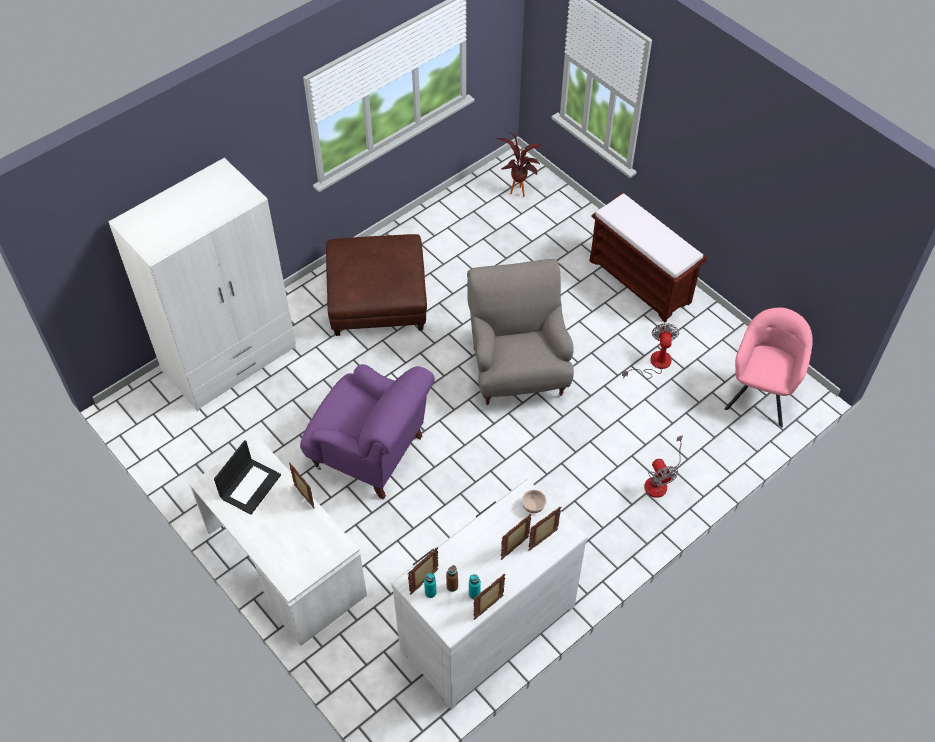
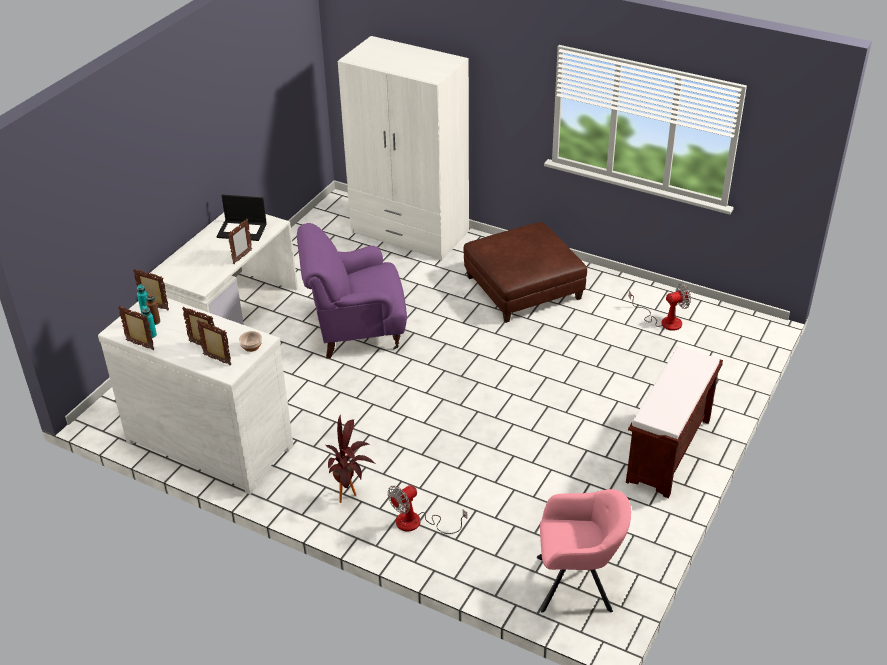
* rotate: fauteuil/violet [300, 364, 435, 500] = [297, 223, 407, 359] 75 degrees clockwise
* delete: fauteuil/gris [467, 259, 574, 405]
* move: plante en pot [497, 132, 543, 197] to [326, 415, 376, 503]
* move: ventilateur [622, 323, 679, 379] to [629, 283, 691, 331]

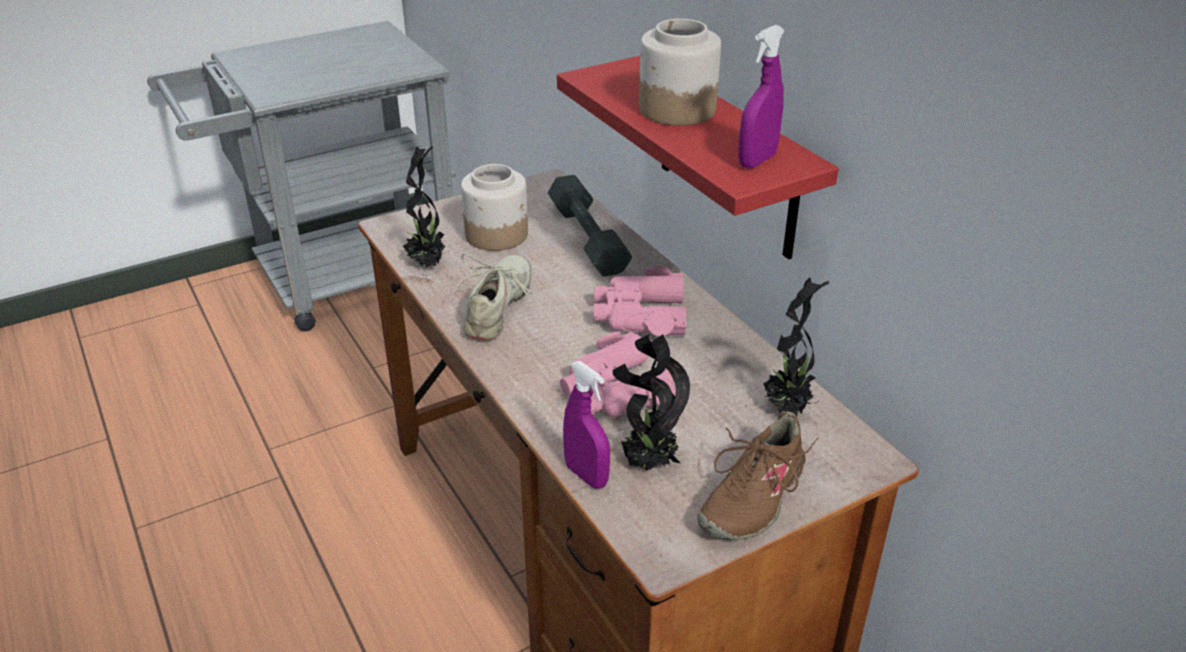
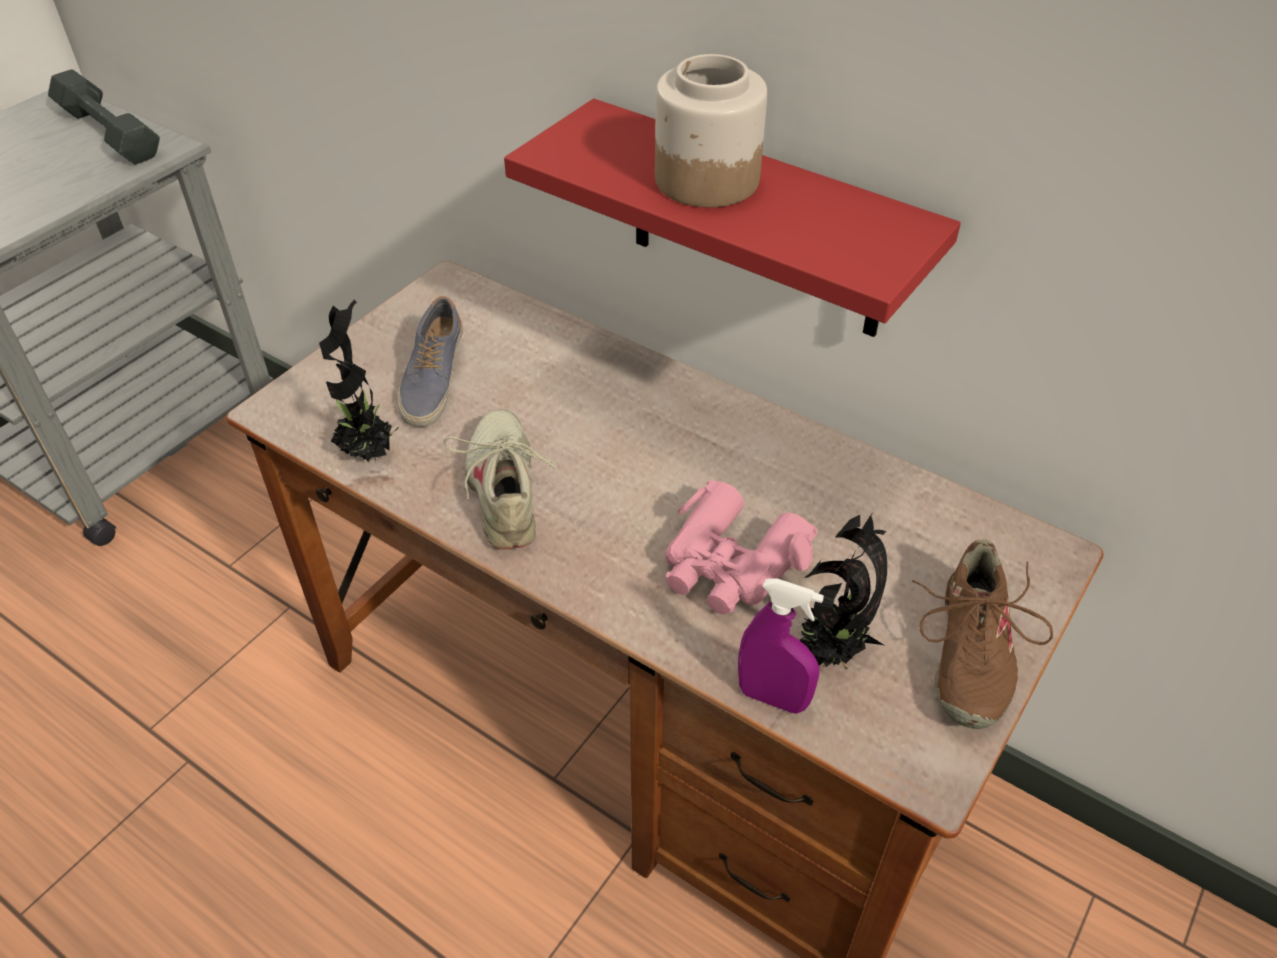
* replace: bocal [461, 164, 528, 251] to chaussure [398, 296, 463, 427]
* move: haltère/gris [548, 175, 632, 277] to [48, 69, 160, 165]
* delete: jumelles/rose [593, 265, 687, 336]
* delete: vaporisateur/violet [738, 25, 785, 168]
* delete: plante en pot [763, 278, 829, 417]

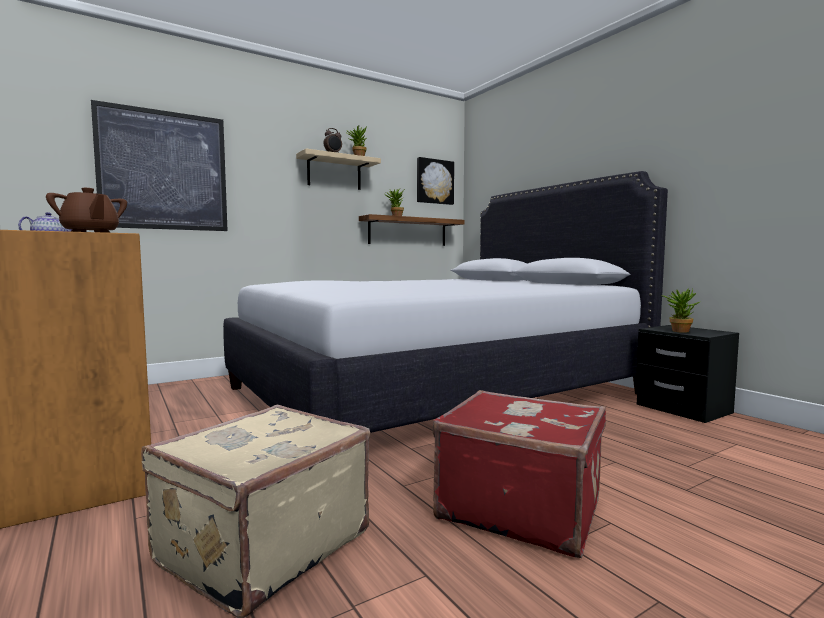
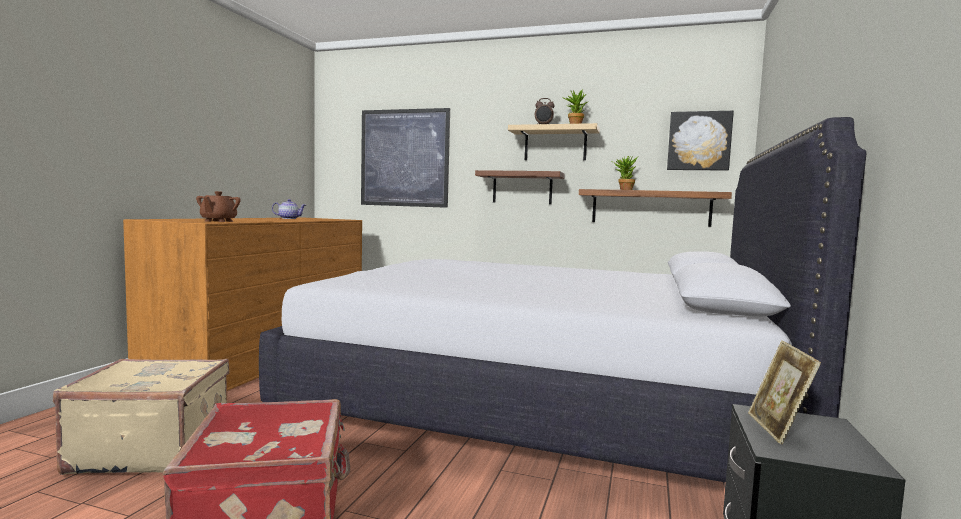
* replace: plante en pot [661, 289, 699, 333] to cadre photo [748, 340, 821, 444]
* insert: étagère/marron [475, 170, 565, 204]

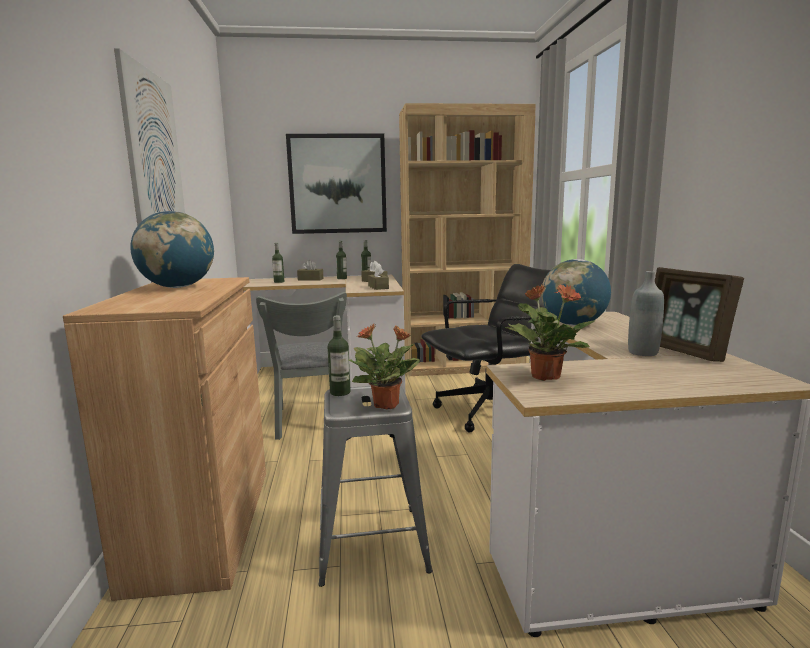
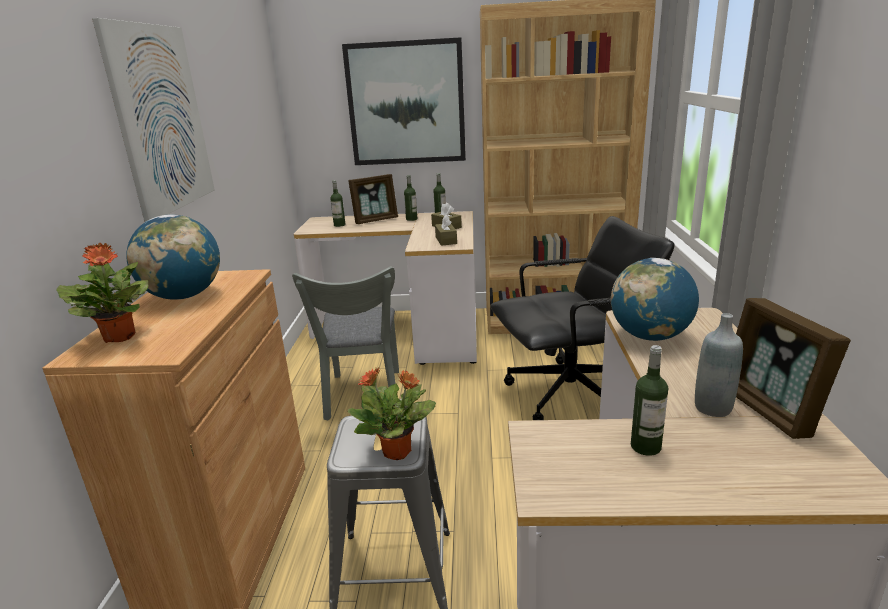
* replace: boîte à mouchoirs/marron [297, 260, 324, 280] to cadre photo [348, 174, 398, 224]
* move: bouteille [328, 316, 351, 396] to [631, 345, 668, 456]
* move: plante en pot [505, 284, 596, 381] to [56, 243, 149, 343]

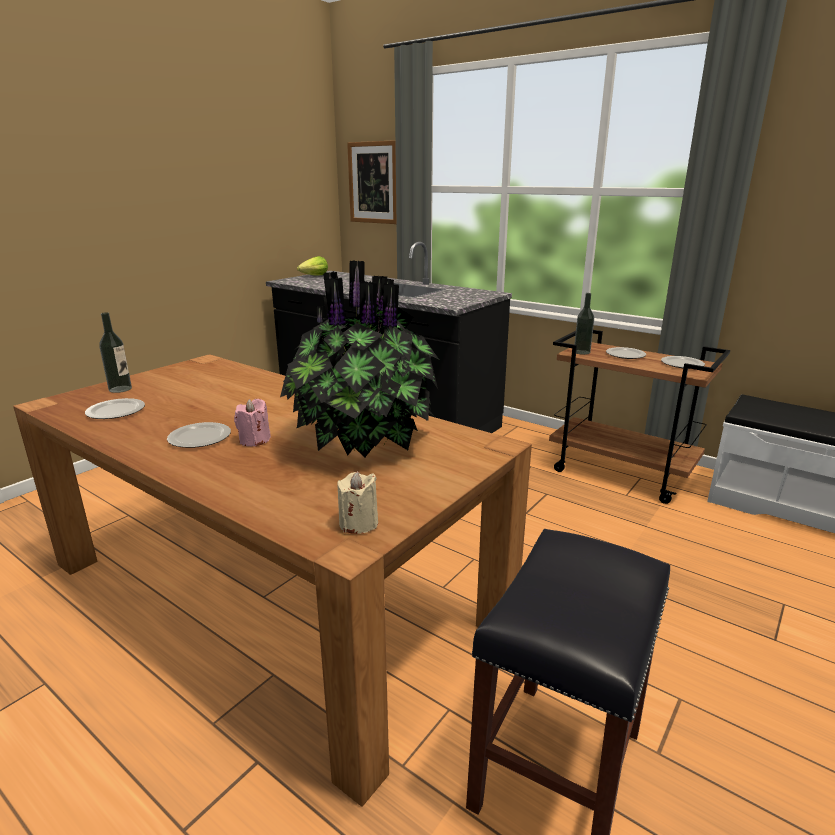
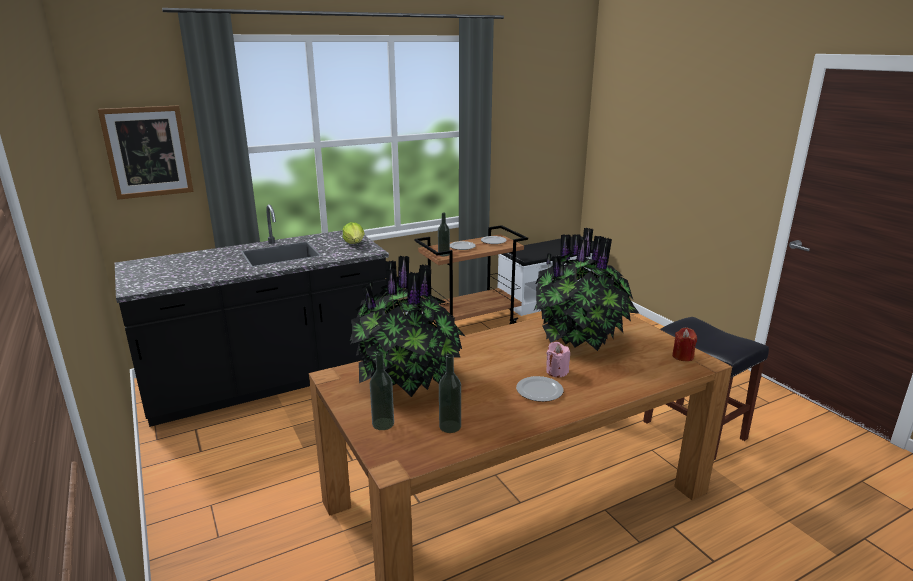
* replace: assiette [85, 398, 145, 419] to bouteille [439, 354, 461, 433]
* move: laitue [297, 256, 328, 276] to [343, 222, 364, 244]
* recolor: bougie/beige [337, 471, 378, 534] to bougie/rouge [672, 328, 697, 361]
* insert: plante en pot [350, 256, 466, 397]

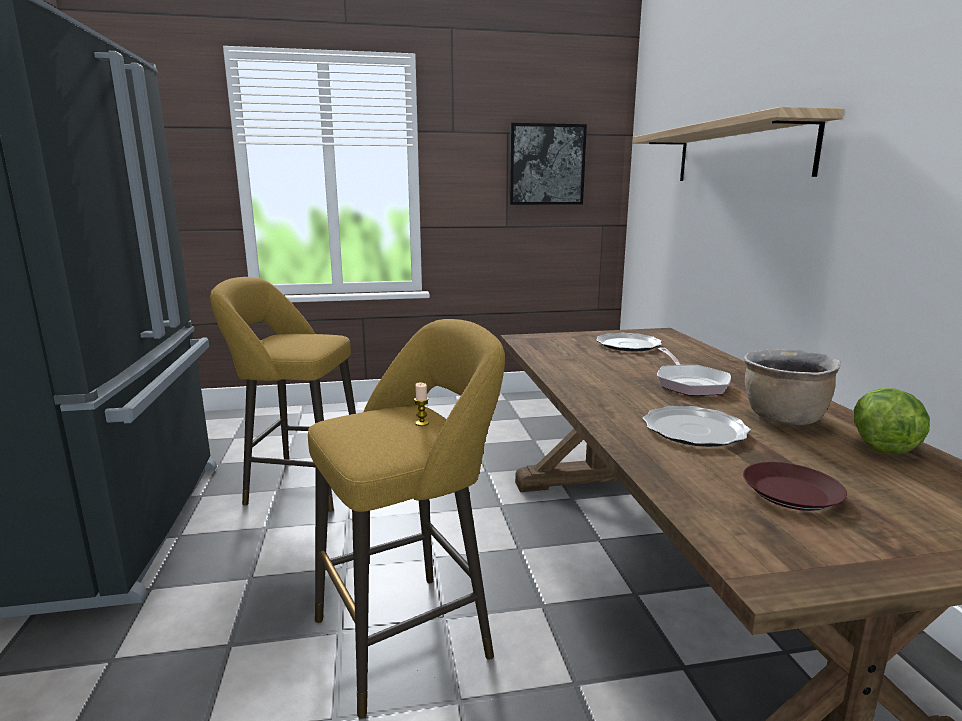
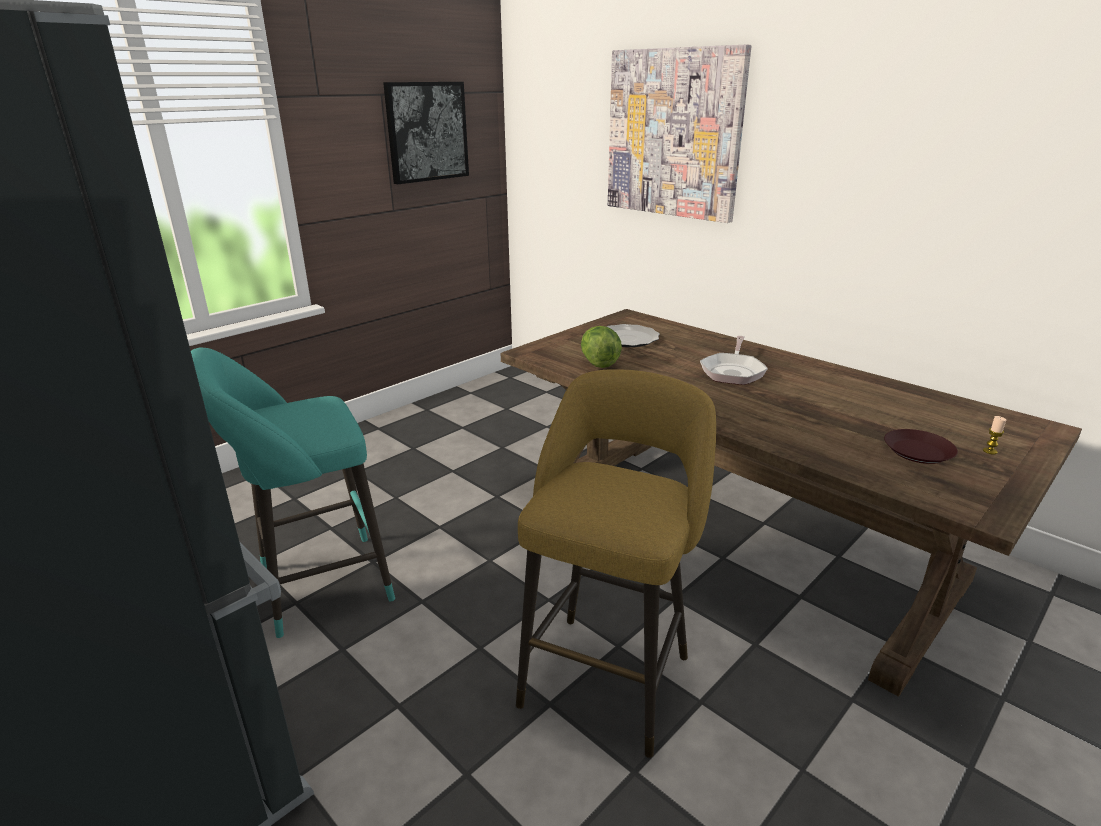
* recolor: tabouret/jaune [210, 277, 356, 512] to tabouret/turquoise [191, 347, 395, 638]
* move: bougie [414, 383, 429, 426] to [983, 416, 1006, 454]
* replace: étagère [633, 107, 844, 181] to tableau [608, 45, 751, 223]
* delete: assiette [643, 406, 751, 447]
* rotate: poêle [657, 347, 731, 396] = [700, 336, 768, 385] 60 degrees clockwise
* delete: marmite/marron [744, 349, 841, 425]
* move: laitue [853, 388, 930, 454] to [581, 326, 622, 368]

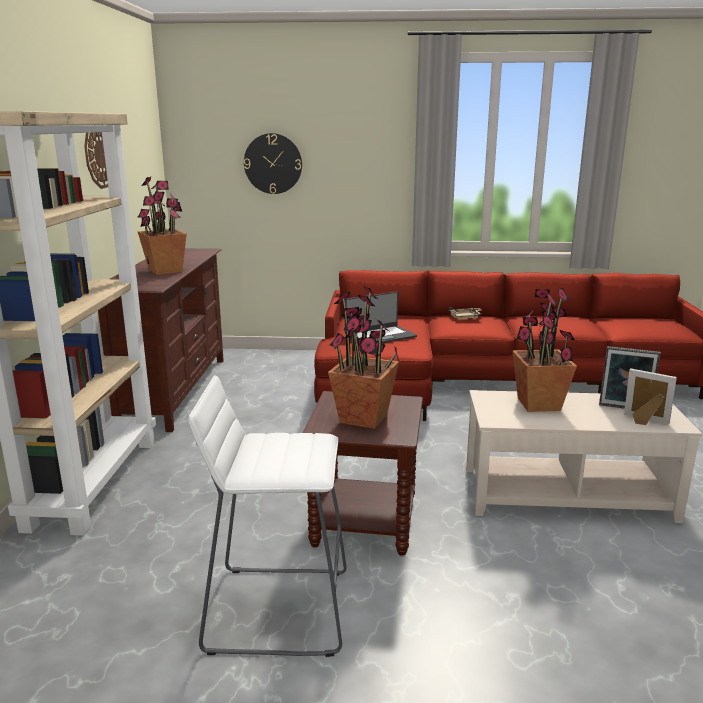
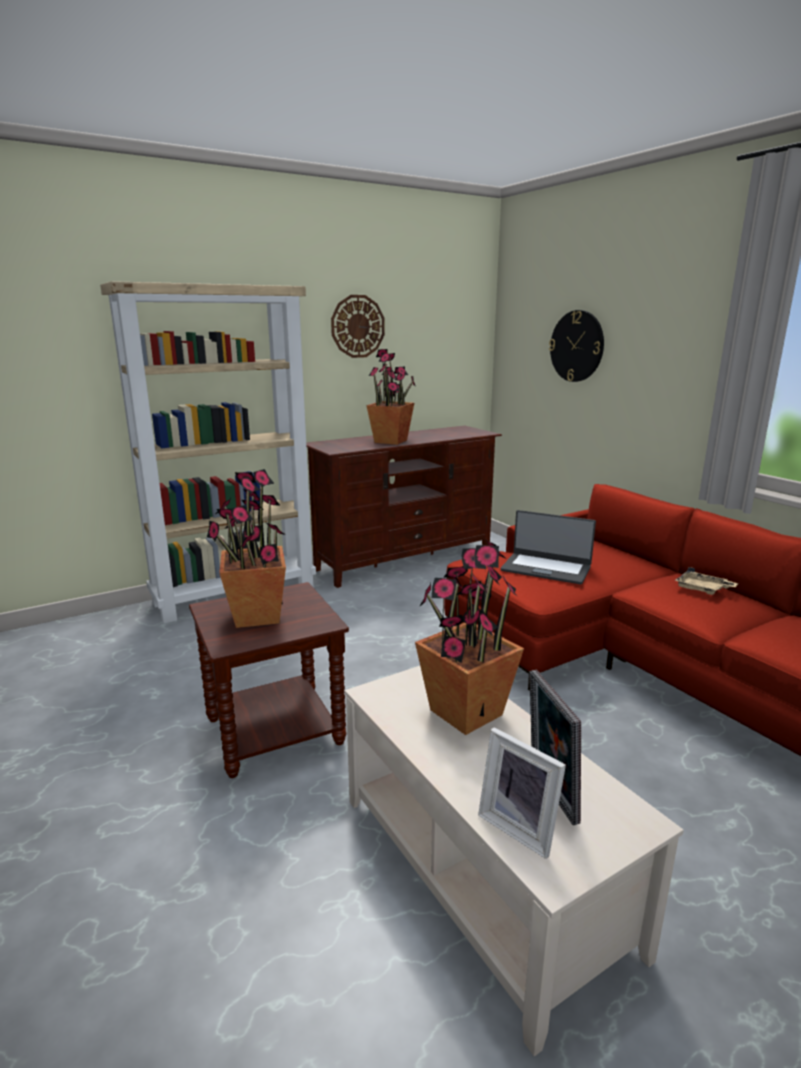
* delete: tabouret/blanc [188, 375, 347, 657]
* rotate: cadre photo [624, 368, 677, 425] = [478, 727, 566, 859] 135 degrees clockwise

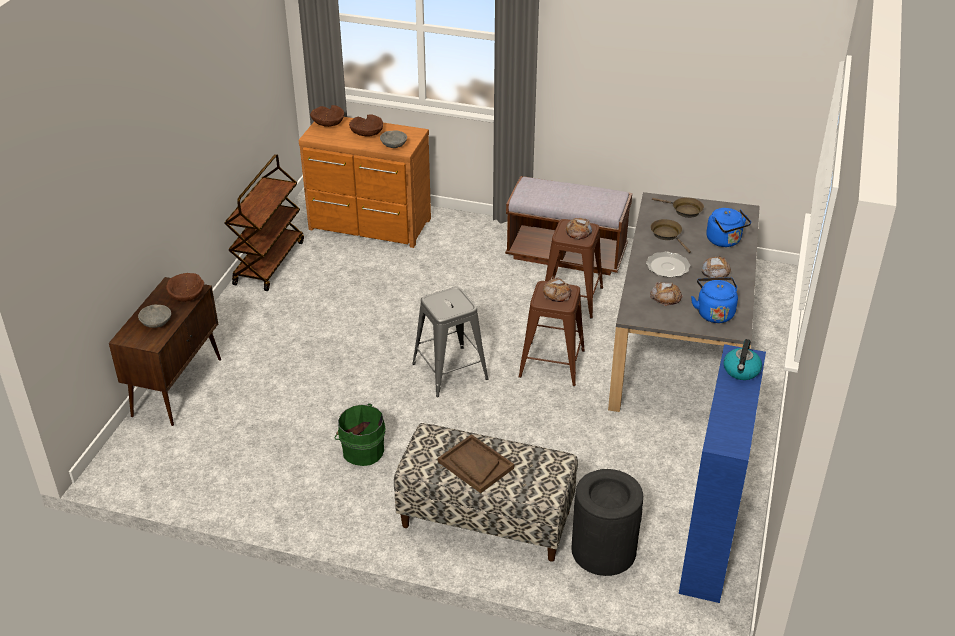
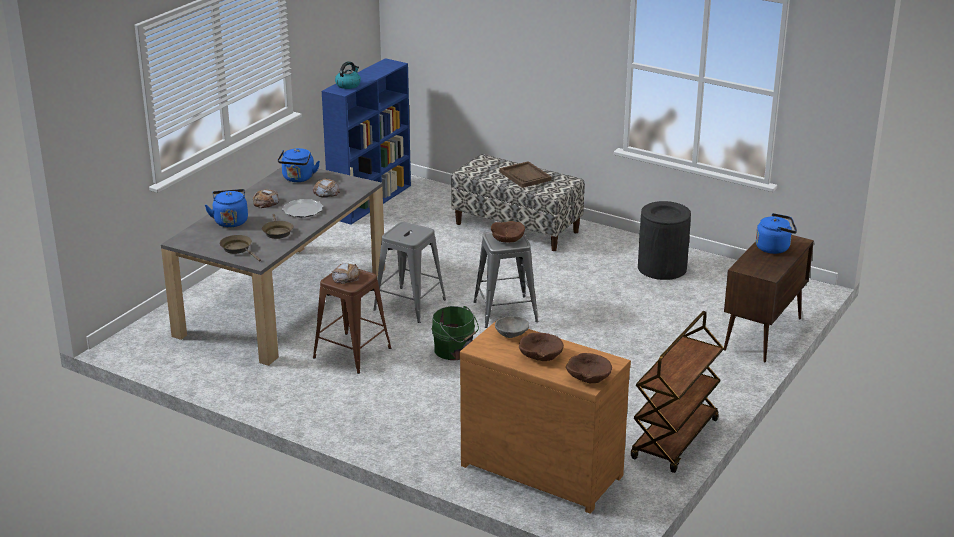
* replace: bol/gris [138, 305, 171, 328] to bouilloire/bleu [756, 213, 797, 254]
* move: bol/marron [166, 273, 204, 302] to [491, 221, 525, 243]
* move: seau/vert [335, 403, 385, 466] to [432, 306, 479, 360]
* delete: banc/marron [505, 176, 632, 275]
* recolor: tabouret/marron [518, 281, 585, 386] to tabouret/gris [373, 222, 446, 323]
* delete: pain [543, 277, 572, 302]
* move: poubelle/noir [571, 469, 643, 576] to [638, 201, 691, 280]

